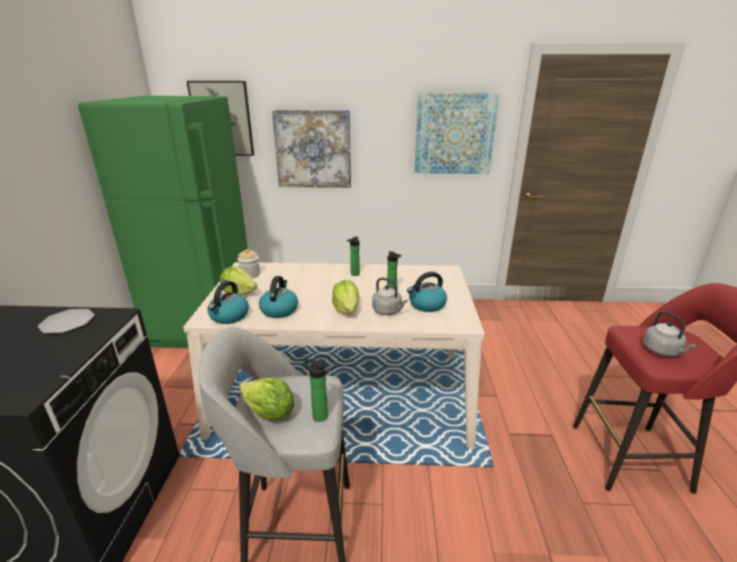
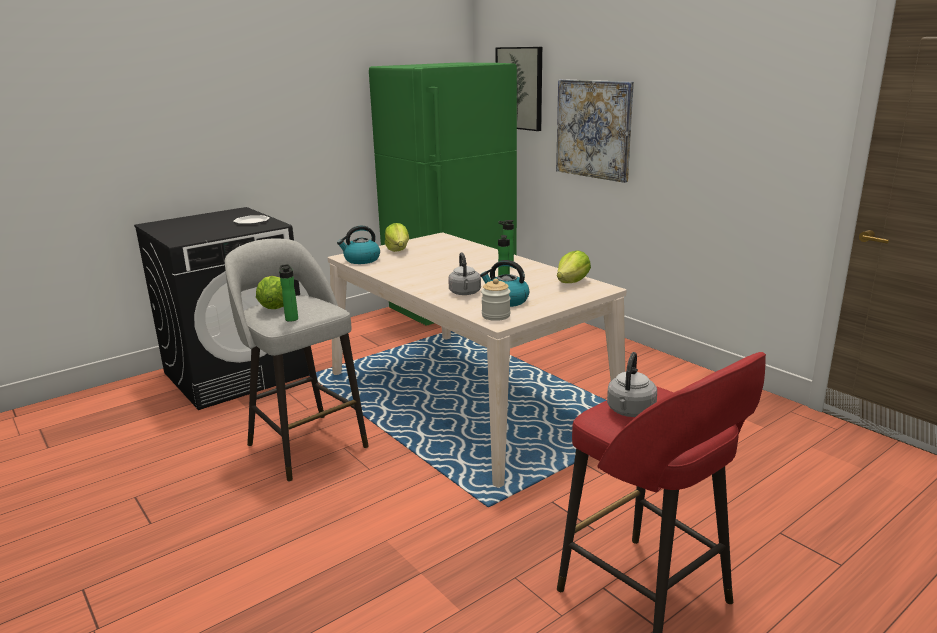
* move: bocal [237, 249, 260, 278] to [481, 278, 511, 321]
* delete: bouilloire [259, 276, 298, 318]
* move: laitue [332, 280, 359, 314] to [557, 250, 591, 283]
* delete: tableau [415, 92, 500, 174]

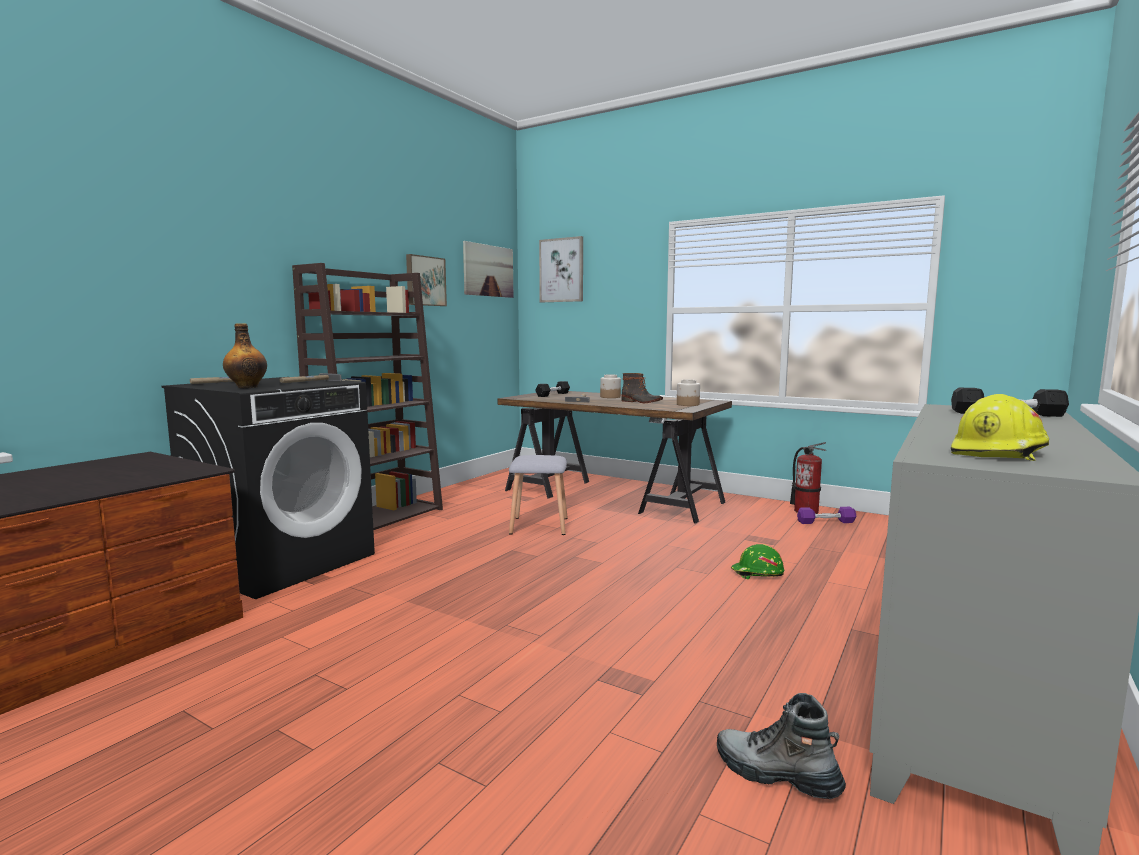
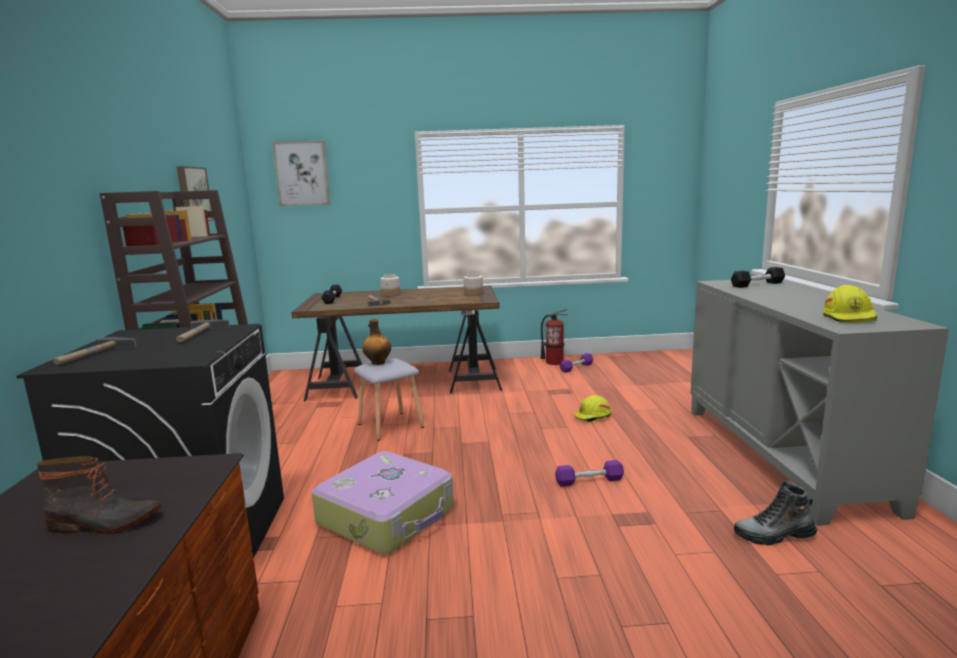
* move: bouteille [223, 323, 267, 388] to [362, 319, 391, 365]
* delete: tableau [463, 241, 513, 298]
* move: botte [621, 373, 663, 403] to [37, 456, 161, 534]
* recolor: casque de chantier/vert [731, 544, 784, 579] to casque de chantier/jaune [574, 395, 612, 423]
* insert: valise [312, 451, 454, 554]
* insert: haltère/violet [555, 460, 624, 487]

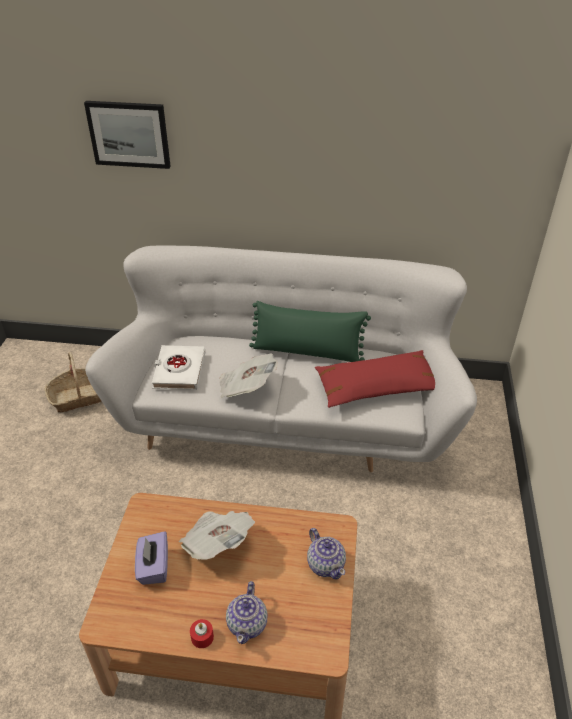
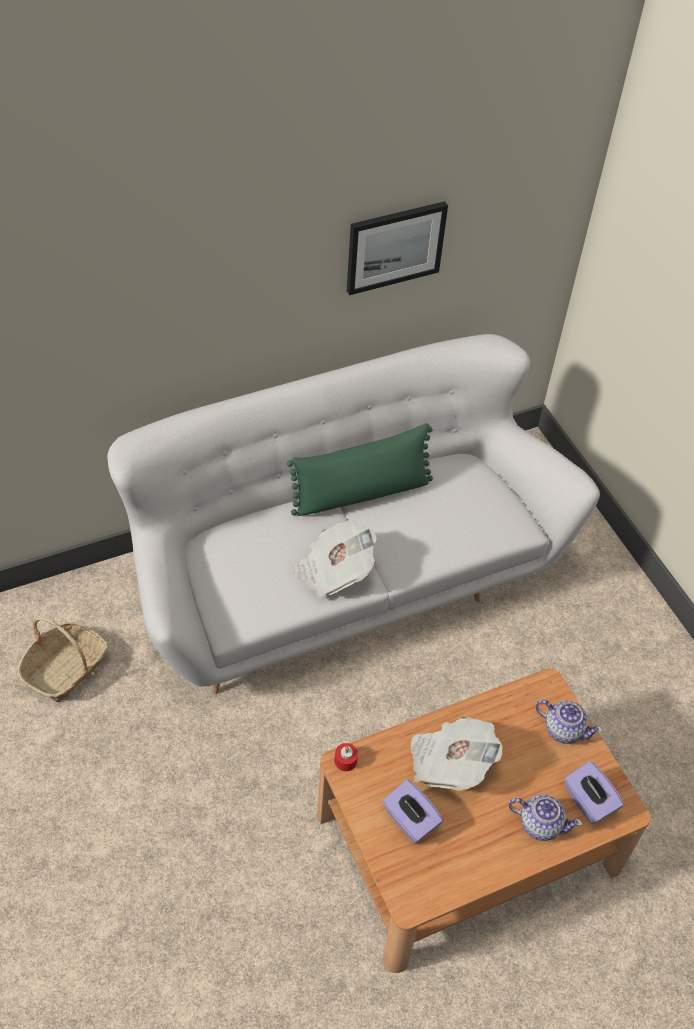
* move: tableau [84, 101, 171, 169] to [347, 201, 448, 295]
* delete: livre/blanc [152, 345, 205, 390]
* move: bougie/rouge [190, 619, 214, 648] to [334, 743, 358, 771]
* rotate: théière [226, 581, 268, 644] = [508, 794, 582, 841] 45 degrees counterclockwise
* delete: coussin/rouge [315, 350, 435, 408]
* insert: boîte à mouchoirs/violet [564, 761, 624, 824]

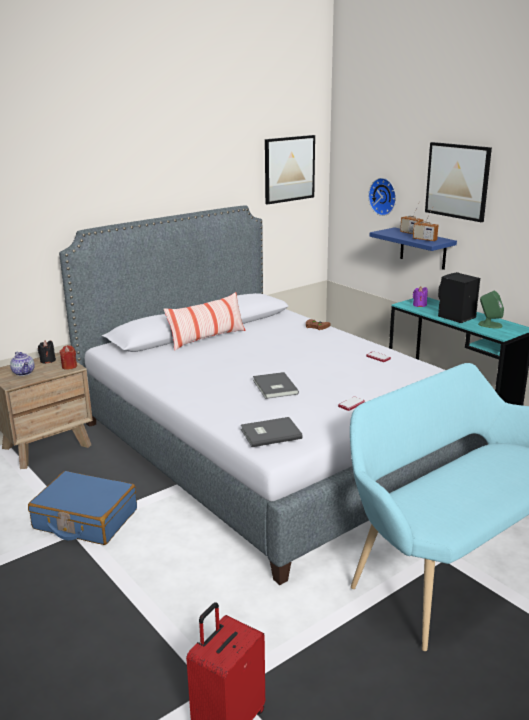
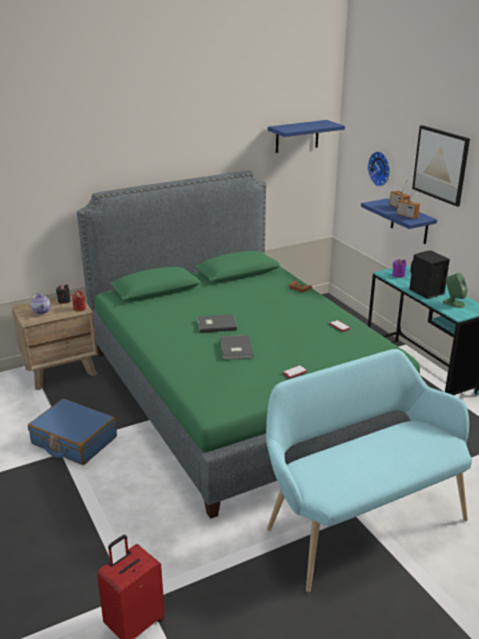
* recolor: lit/gris [59, 206, 487, 585] to lit/vert [77, 171, 420, 519]
* delete: coussin [164, 292, 246, 351]
* move: livre/gris [241, 417, 303, 447] to [198, 314, 237, 333]
* replace: tableau [265, 135, 315, 205] to étagère/bleu [268, 120, 345, 153]

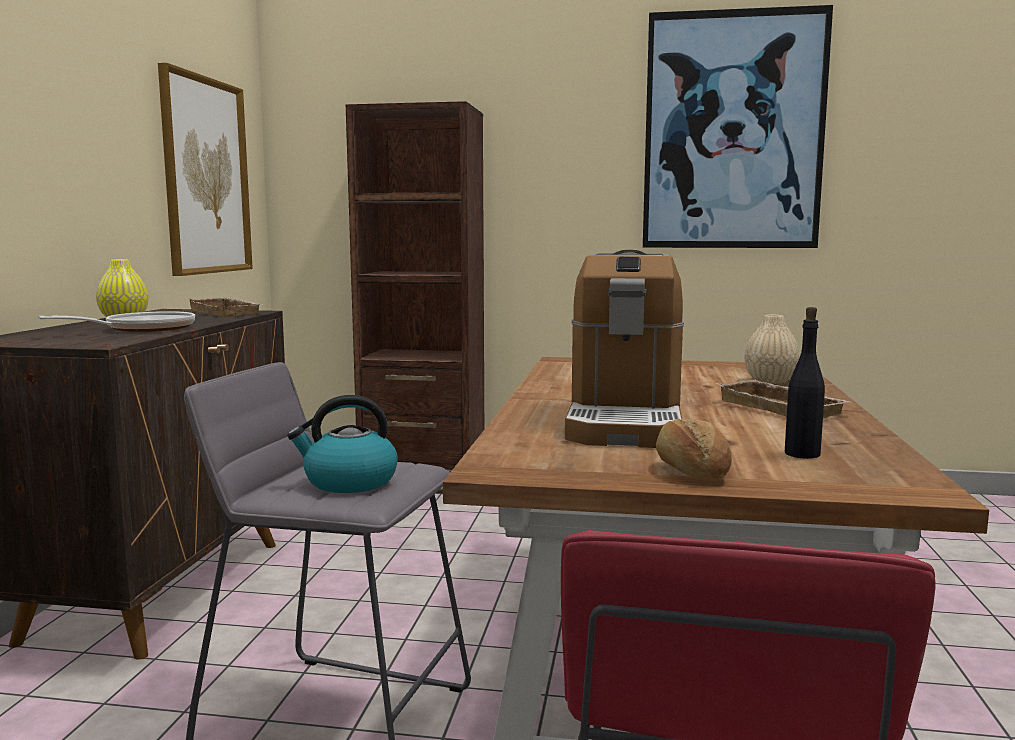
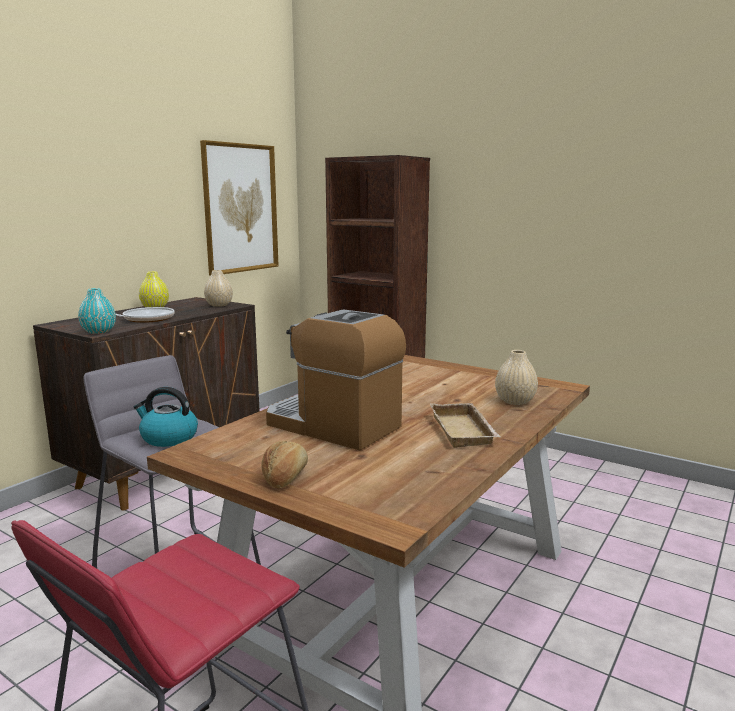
* replace: plateau/beige [186, 297, 263, 317] to vase/beige [204, 270, 233, 307]
* rotate: machine à café [565, 249, 684, 448] = [266, 309, 406, 450] 90 degrees clockwise
* delete: tableau [643, 5, 833, 248]
* delete: bouteille/noir [785, 307, 825, 459]
* insert: vase/turquoise [78, 288, 116, 334]

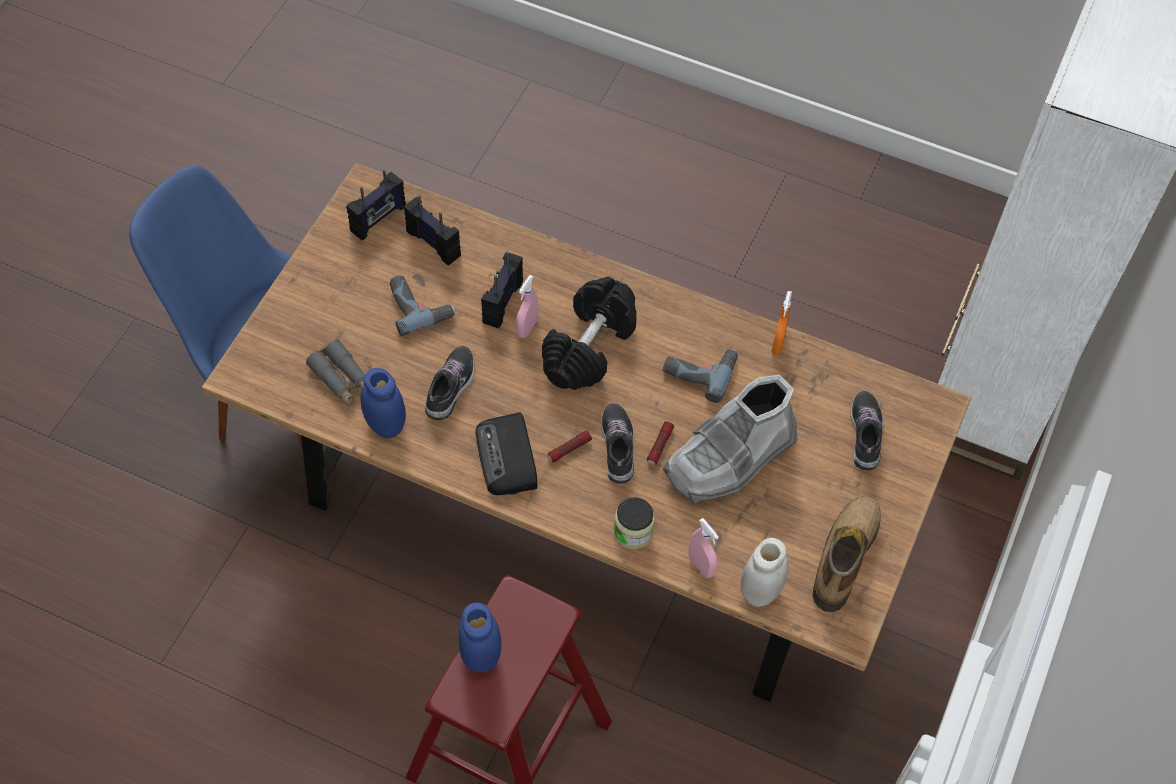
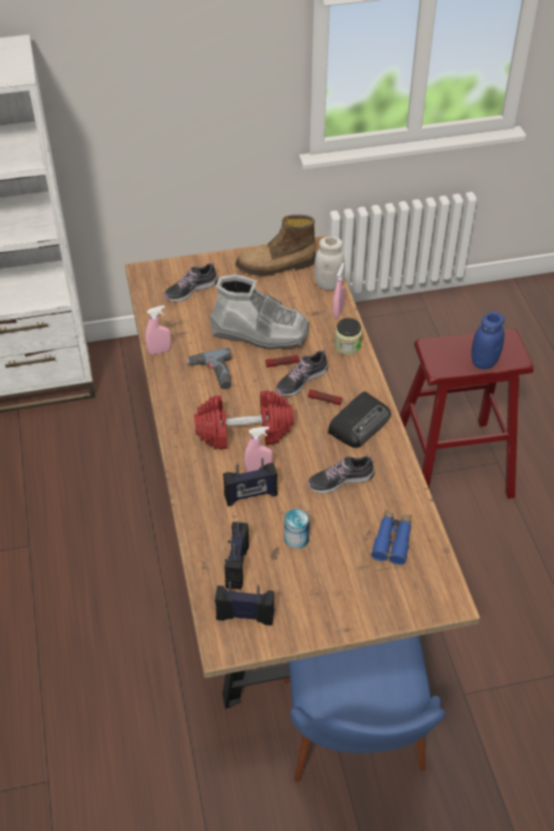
* recolor: jumelles/gris [306, 340, 365, 407] to jumelles/bleu [371, 510, 412, 565]
* delete: bocal/bleu [360, 368, 406, 438]
* replace: perceuse [390, 275, 456, 336] to boîte métallique [284, 509, 310, 549]
* recolor: haltère/noir [542, 277, 637, 390] to haltère/rouge [194, 390, 294, 450]
* recolor: vaporisateur/orange [771, 291, 792, 355] to vaporisateur/rose [145, 305, 171, 355]

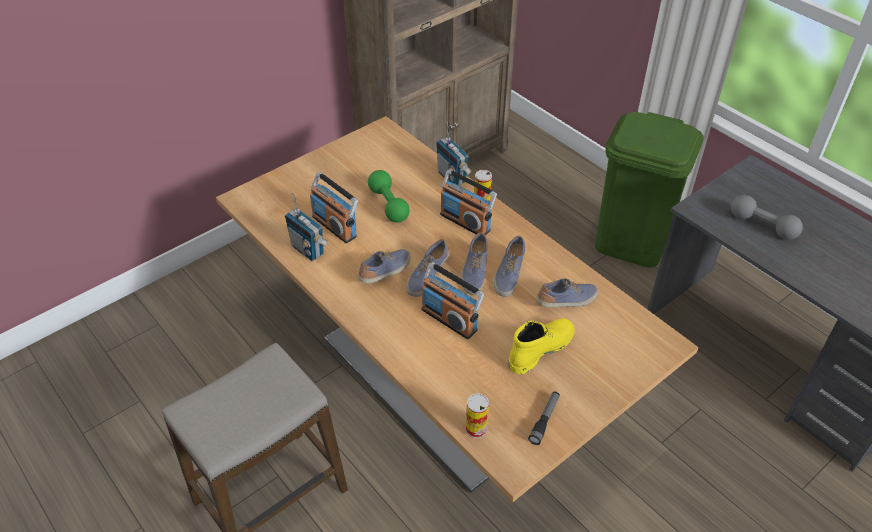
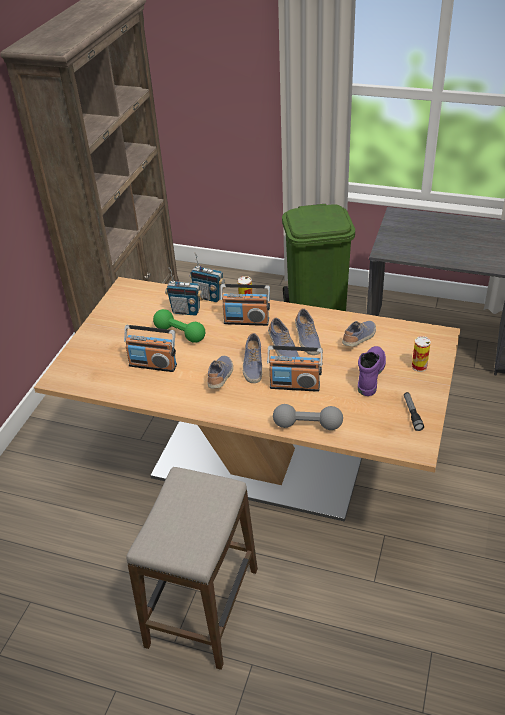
* move: radio [285, 192, 329, 261] to [165, 267, 203, 316]
* move: boîte métallique [466, 393, 489, 438] to [412, 336, 431, 372]
* recolor: botte/jaune [509, 318, 575, 374] to botte/violet [358, 346, 386, 396]
* move: haltère/gris [731, 195, 803, 240] to [273, 404, 343, 430]

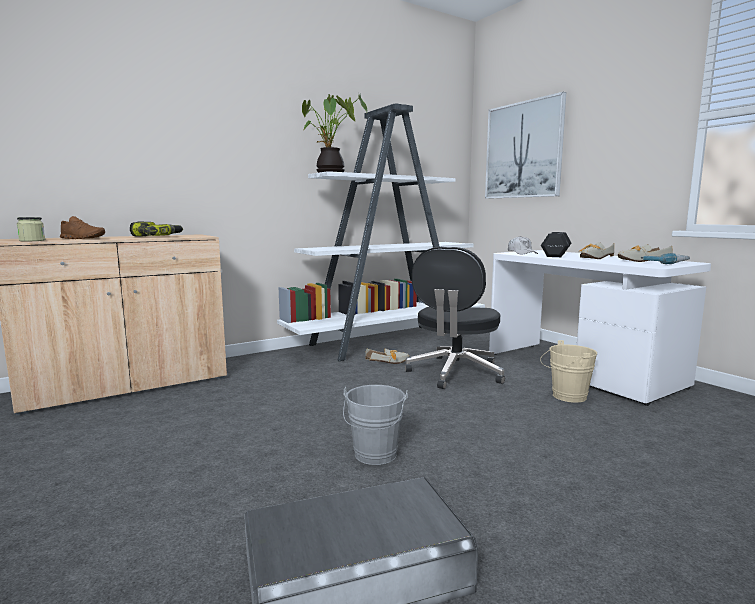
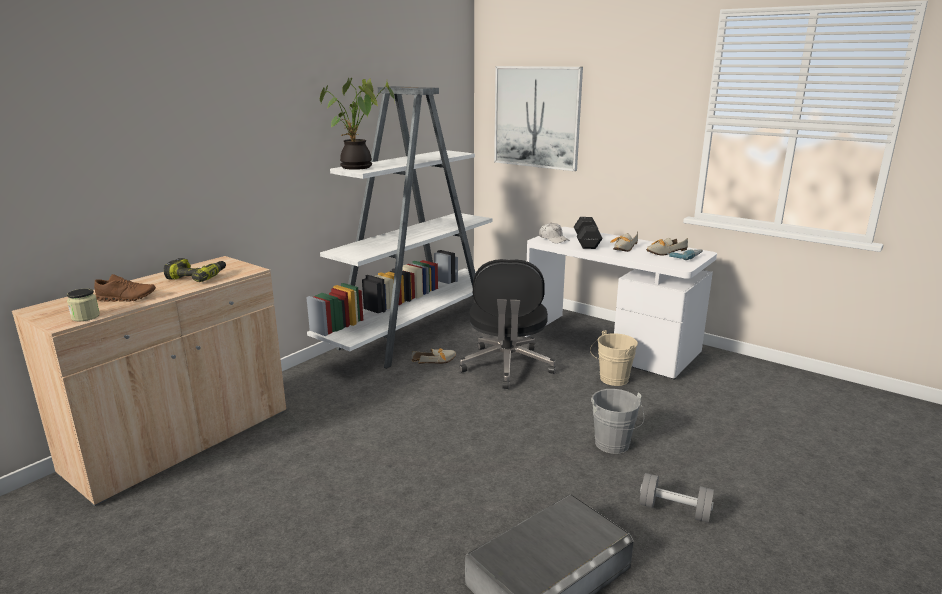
* move: seau/gris [343, 385, 408, 465] to [591, 389, 644, 454]
* insert: haltère/gris [640, 473, 714, 523]

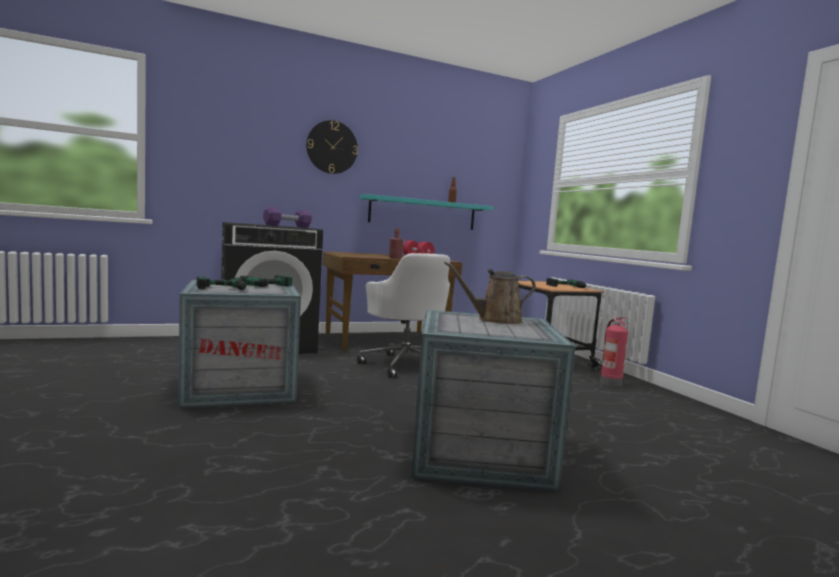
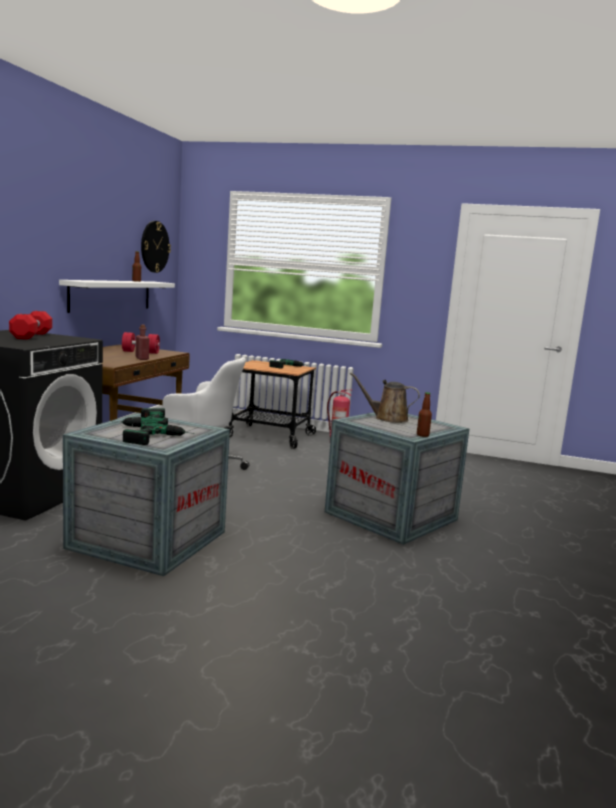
* recolor: haltère/violet [263, 207, 312, 228] to haltère/rouge [9, 311, 52, 339]
* move: horloge murale [306, 120, 358, 174] to [141, 221, 171, 273]
* recolor: étagère/turquoise [360, 194, 493, 230] to étagère/blanc [59, 280, 175, 313]
* rotate: arrosoir/marron [444, 262, 536, 324] = [350, 372, 420, 423] 75 degrees clockwise
* insert: bouteille [417, 392, 432, 437]

